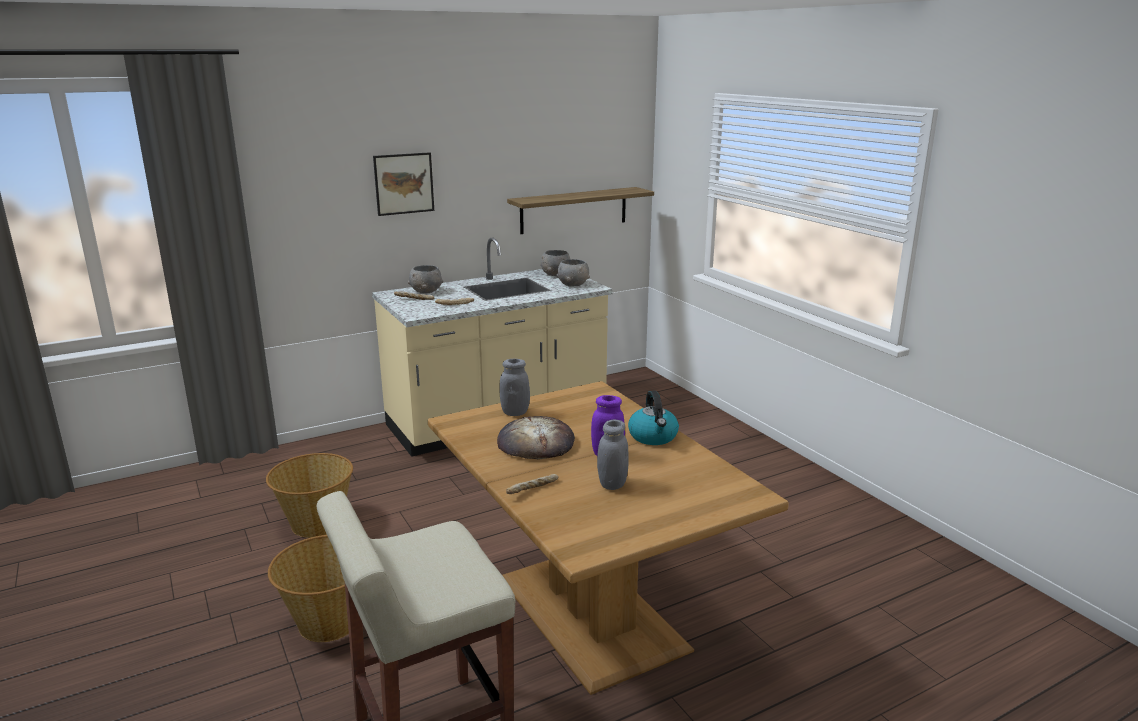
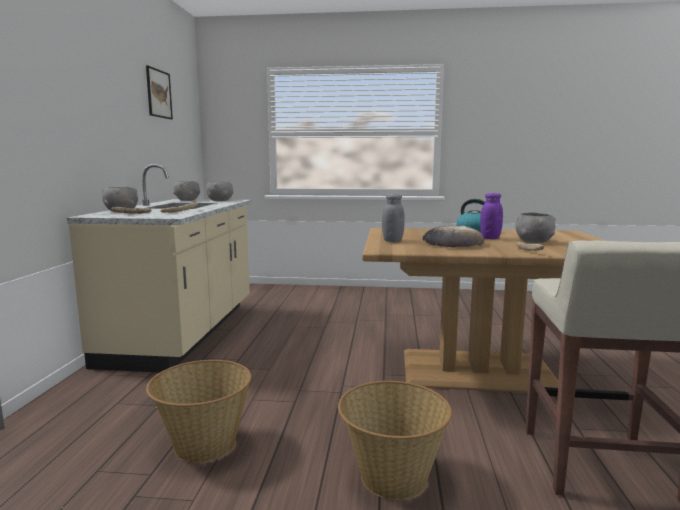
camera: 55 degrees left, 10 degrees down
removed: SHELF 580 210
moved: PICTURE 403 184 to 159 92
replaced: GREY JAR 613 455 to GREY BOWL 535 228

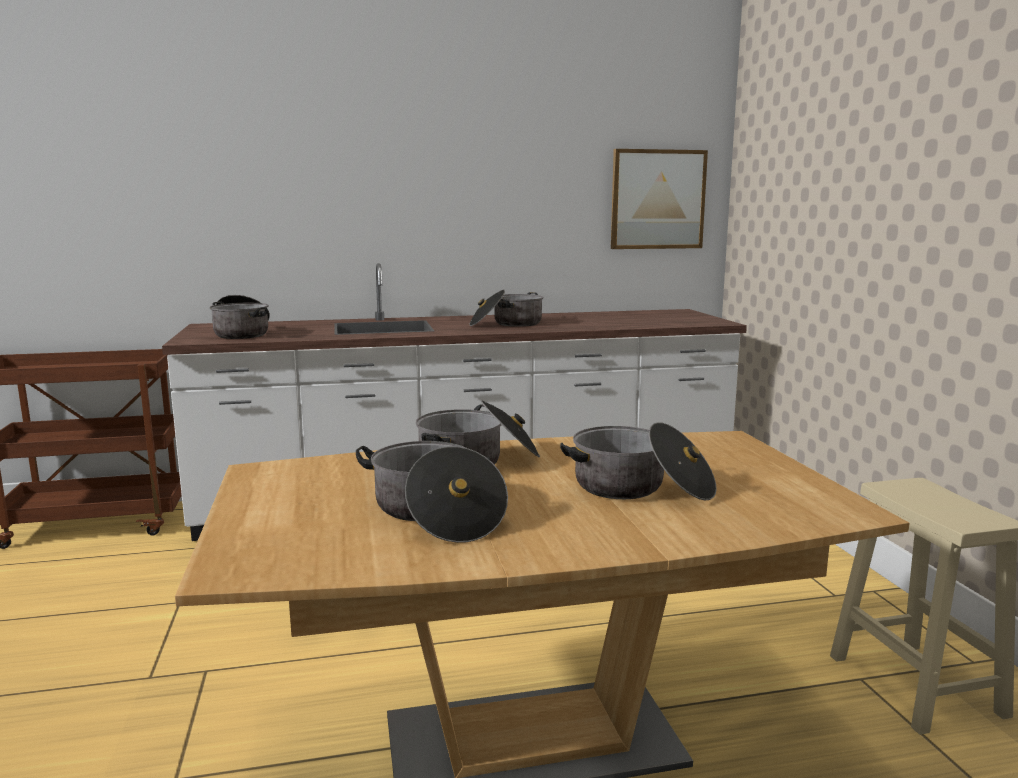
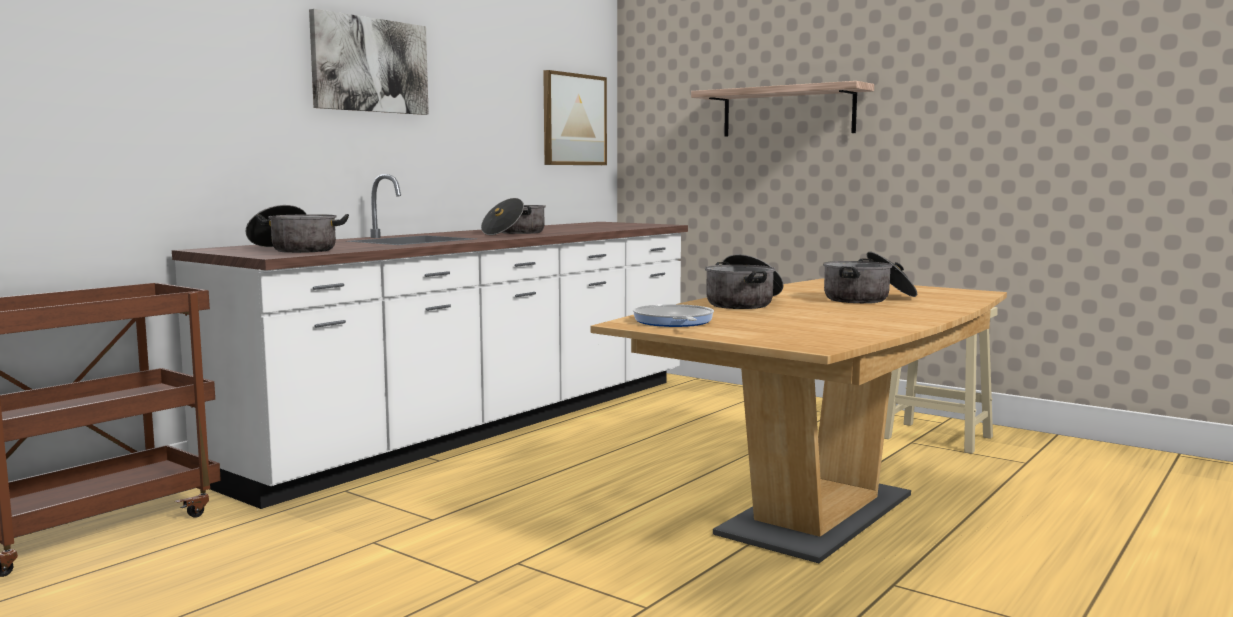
camera: 40 degrees left, 5 degrees down
removed: COOKING POT 432 492
added: PICTURE 369 62; FRYING PAN 673 315; SHELF 782 109

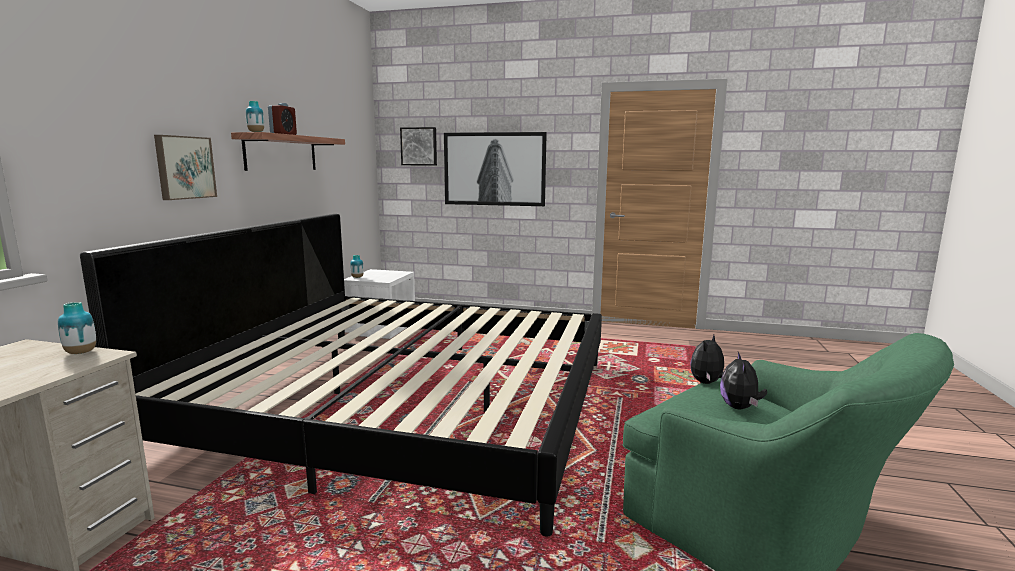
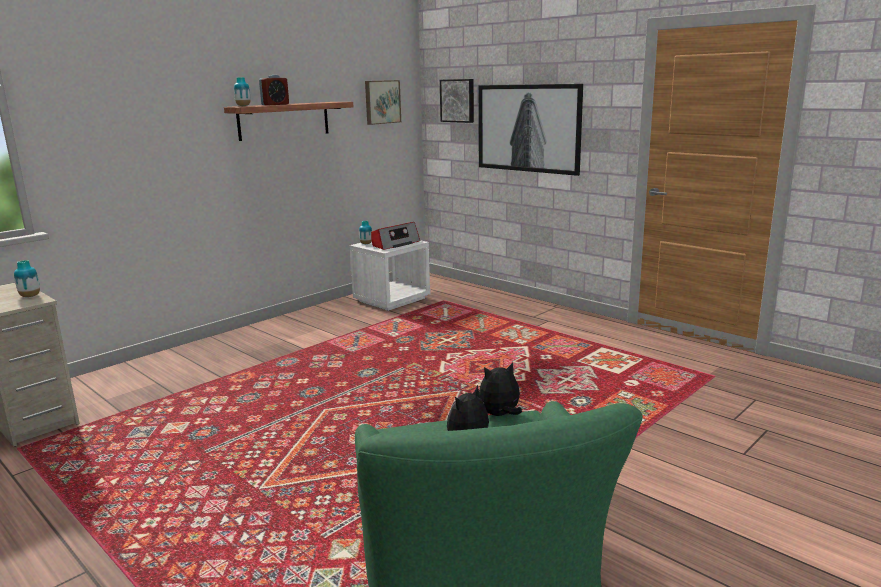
camera: 30 degrees right, 5 degrees up
removed: BED 341 375
added: RADIO 395 236
moved: PICTURE 185 167 to 383 102

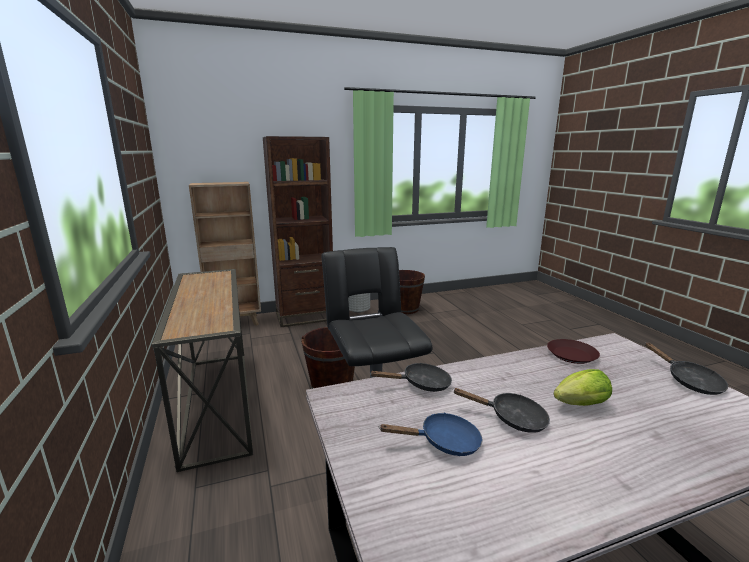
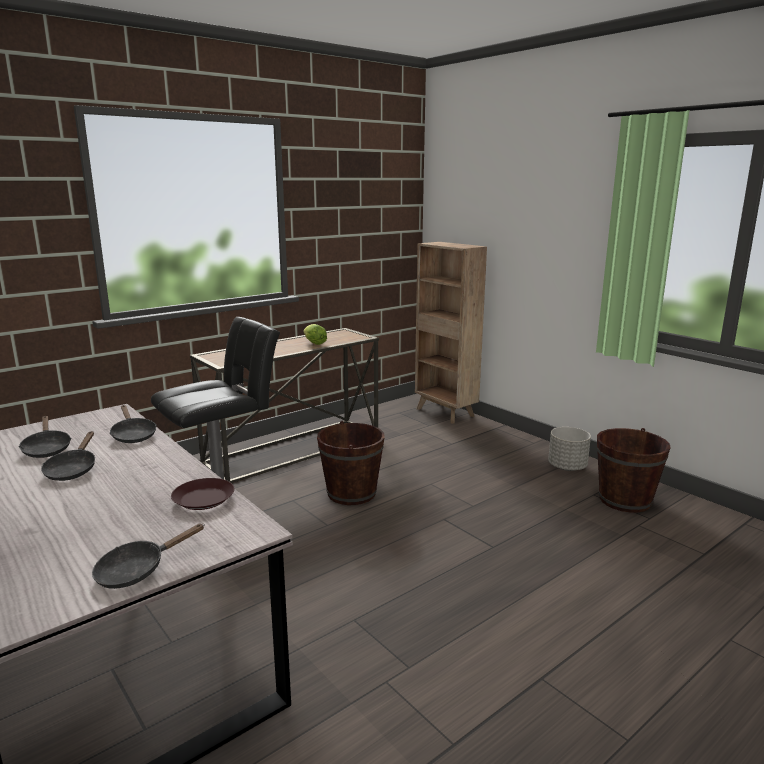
camera: 70 degrees right, 0 degrees up
removed: BROWN BOOKCASE 298 231
moved: LETTUCE 583 387 to 315 334
recoloured: BLUE FRYING PAN 431 434 to BLACK FRYING PAN 44 437

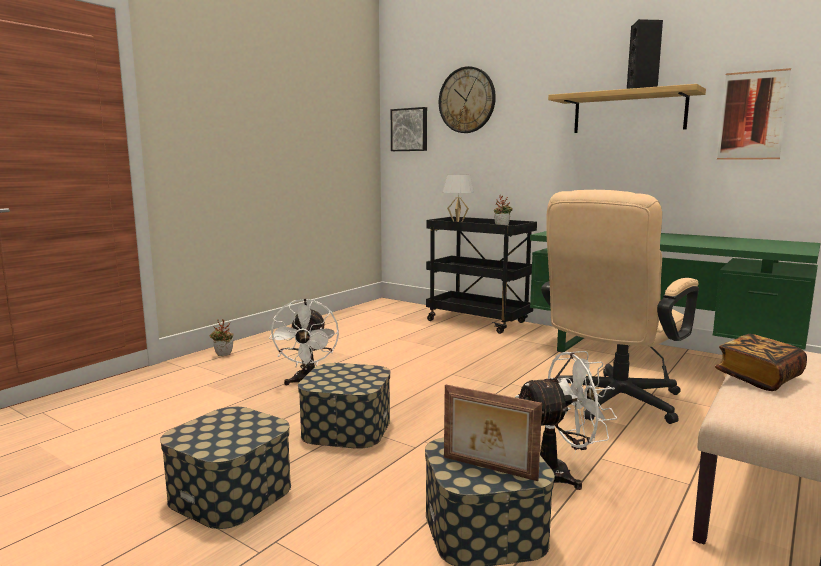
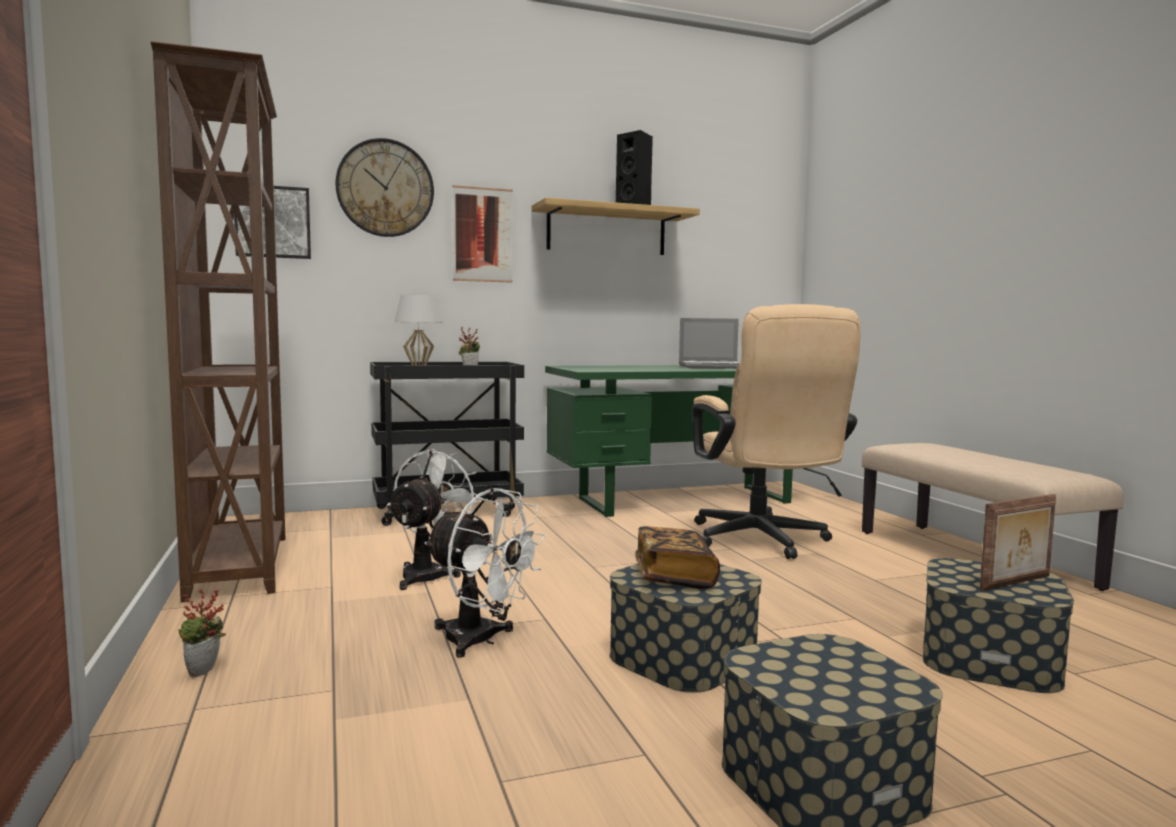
camera: 55 degrees left, 5 degrees down
added: BROWN BOOKCASE 218 321; LAPTOP 709 343
moved: WHITE FAN 566 420 to 435 519; BOOK 761 362 to 677 557; PICTURE 754 114 to 482 234

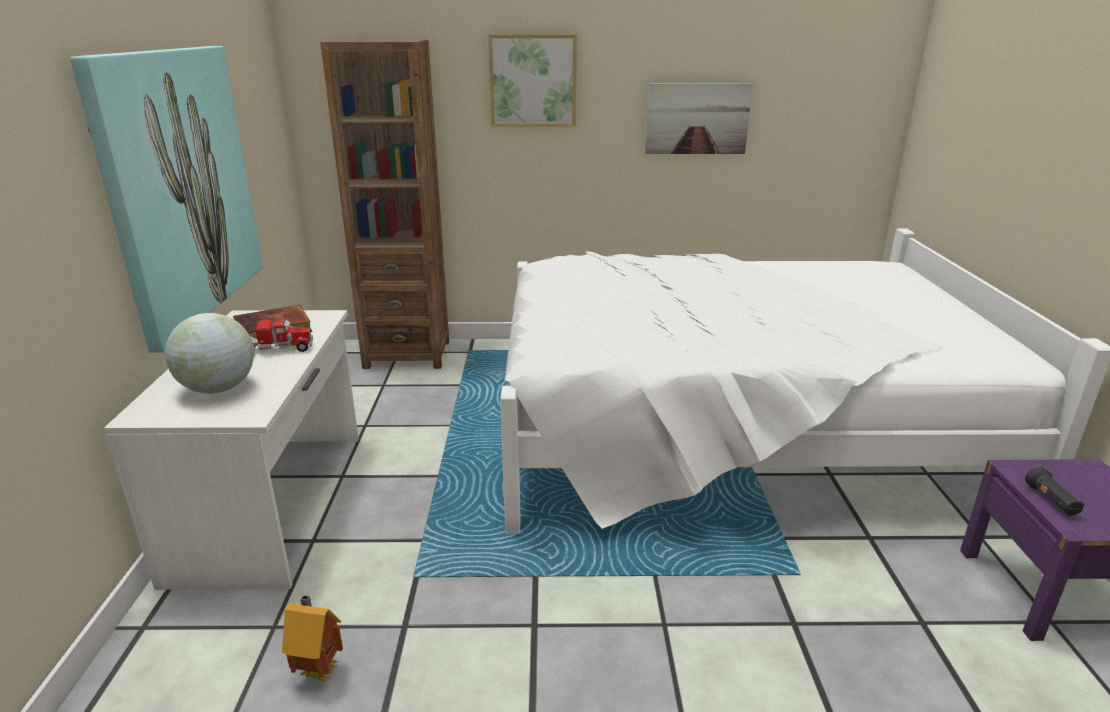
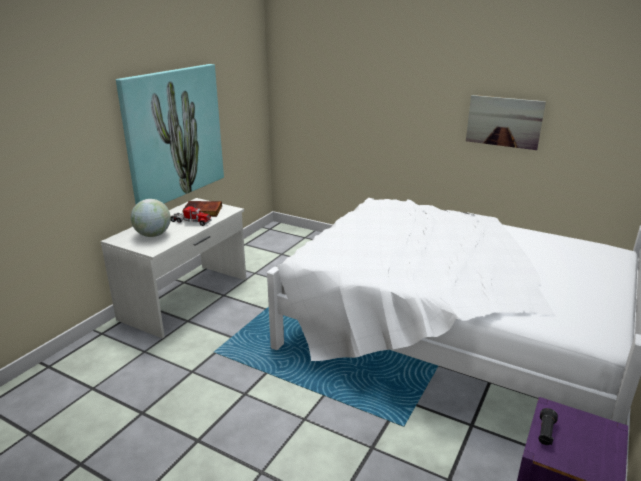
camera: 30 degrees right, 0 degrees up
removed: TOY HOUSE 312 638; BROWN BOOKCASE 384 204; PICTURE 532 80

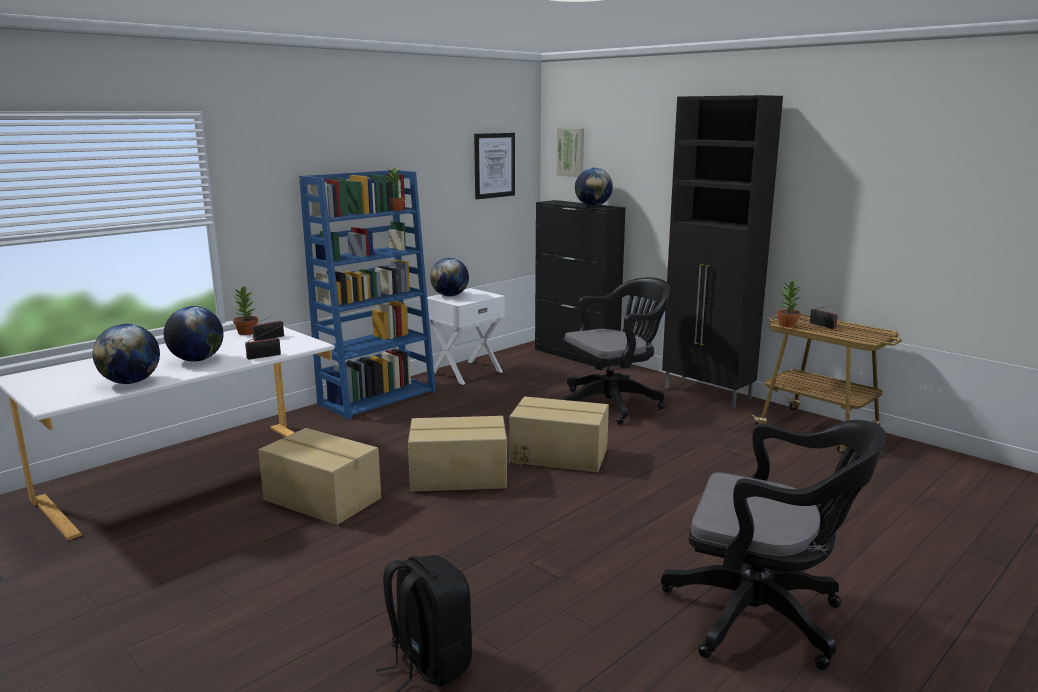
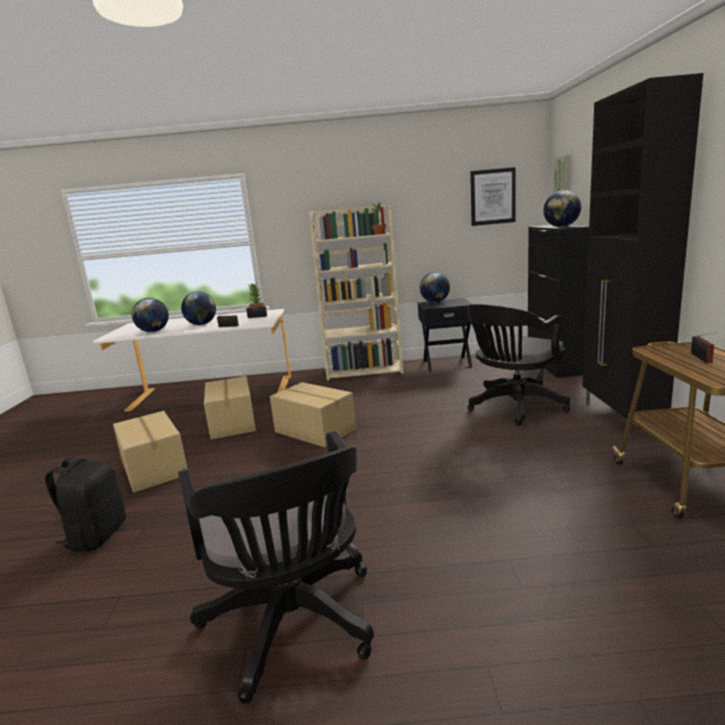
camera: 45 degrees right, 0 degrees up
removed: POTTED PLANT 789 304
moved: CARDBOARD BOX 559 434 to 150 452
recoloured: BLUE BOOKCASE 367 294 to BEIGE BOOKCASE 356 292; WHITE NIGHTSTAND 466 336 to BLACK NIGHTSTAND 445 335
turned: BLACK OFFICE CHAIR 616 351 = 518 365 120 degrees clockwise

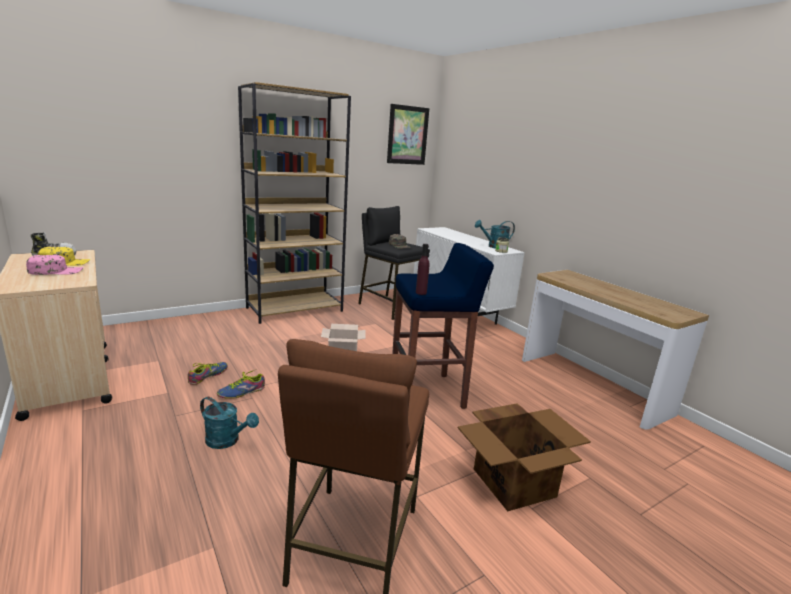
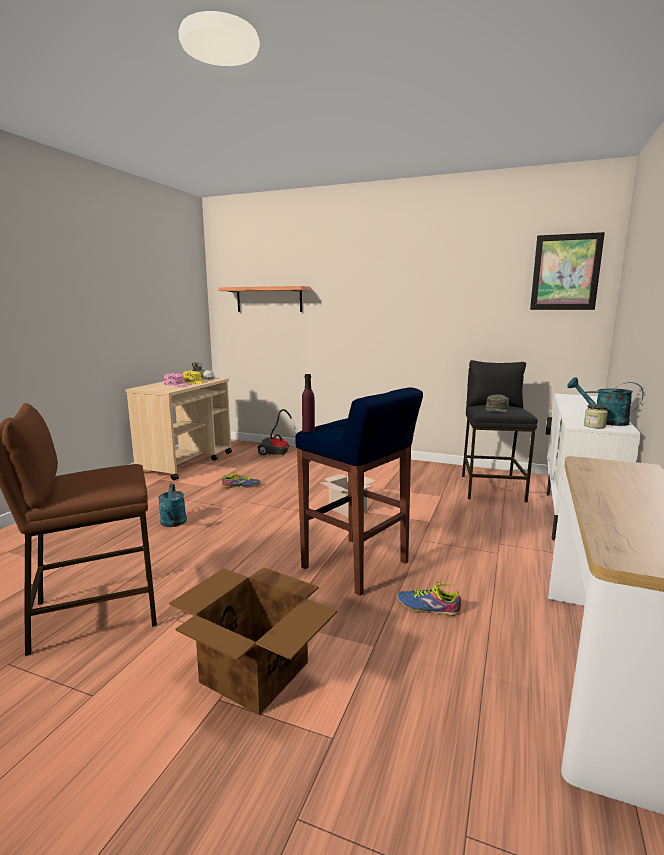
camera: 55 degrees right, 5 degrees down
removed: BROWN BOOKCASE 294 203
added: SHELF 264 299; VACUUM CLEANER 284 435
moved: SHOE 241 384 to 429 598

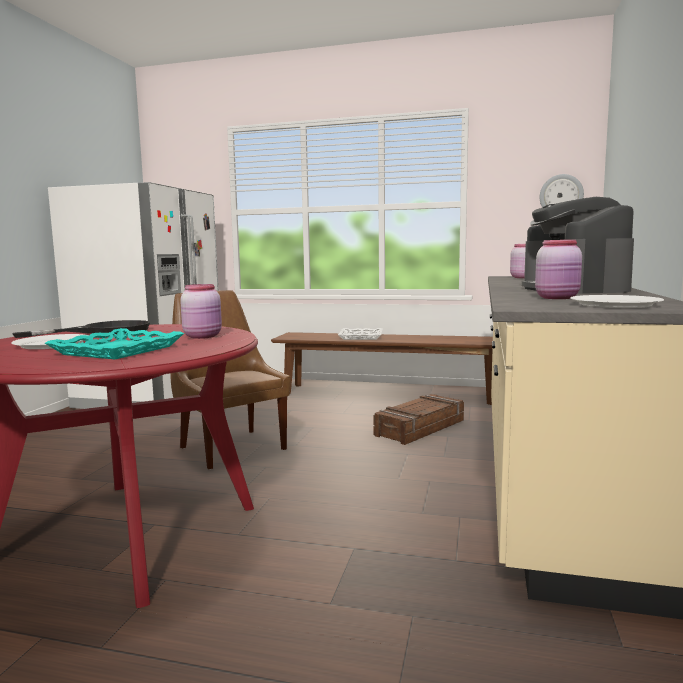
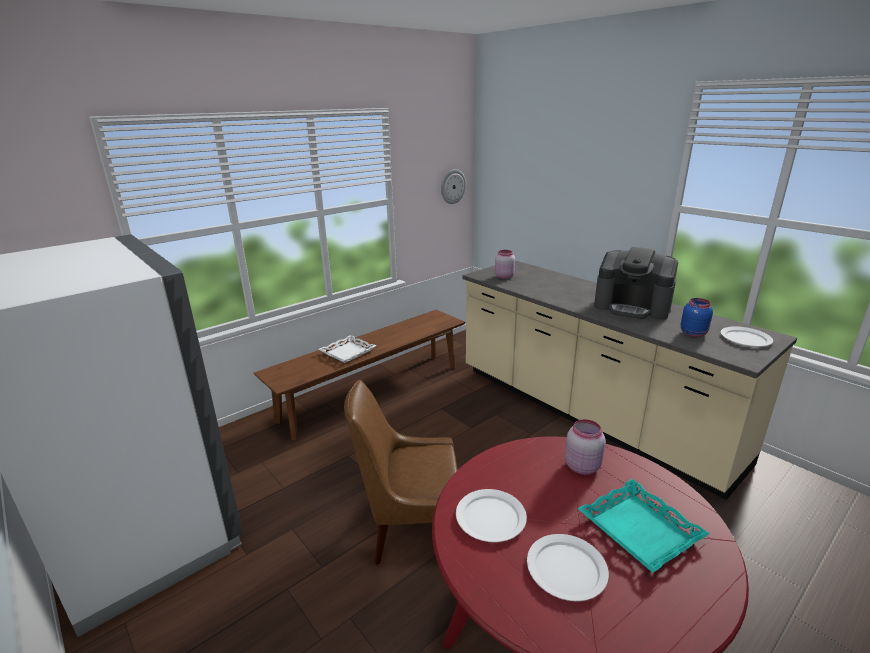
camera: 55 degrees left, 15 degrees up
removed: CRATE 418 419
replaced: BLACK FRYING PAN 81 329 to WHITE PLATE 491 515
recoloured: PINK JAR 558 269 to BLUE JAR 697 317

